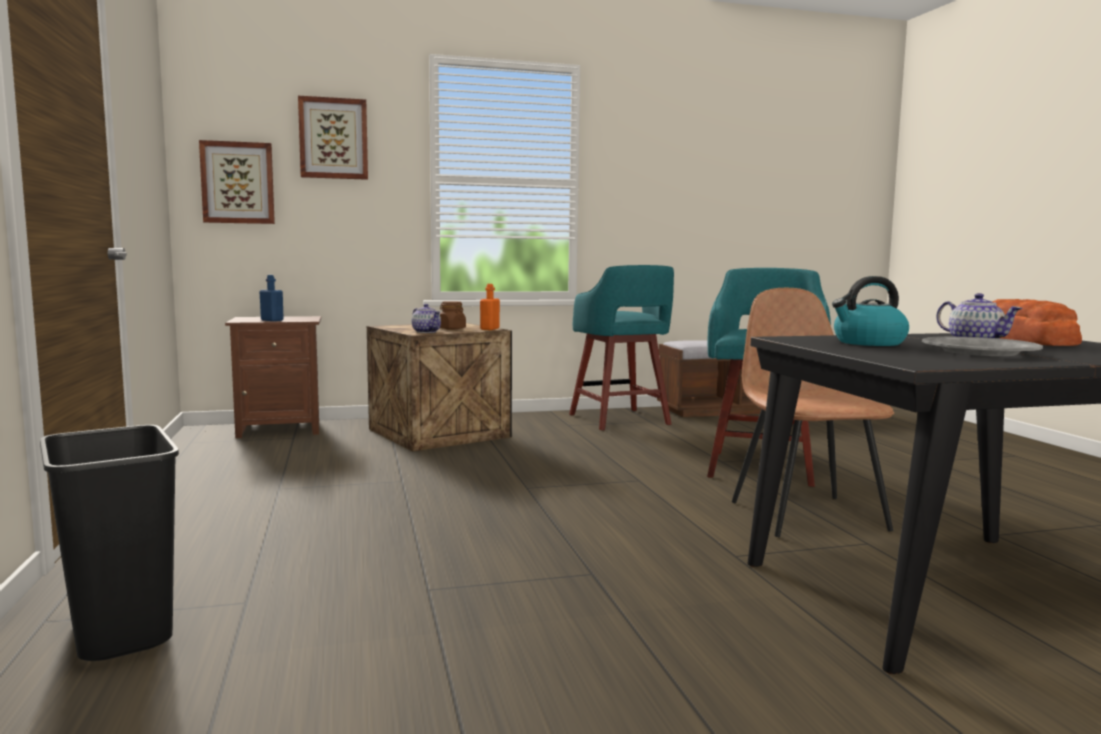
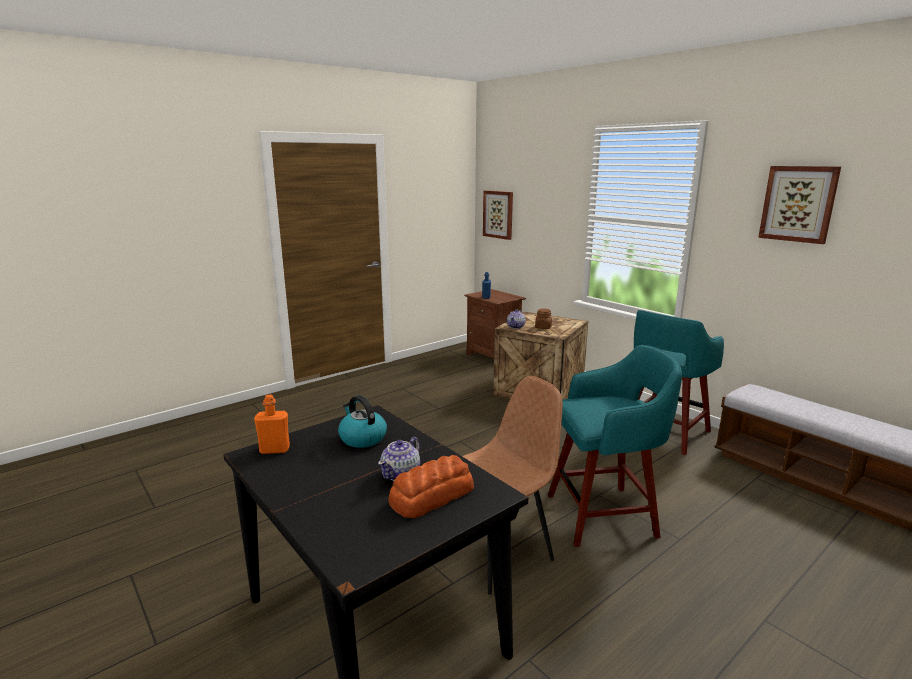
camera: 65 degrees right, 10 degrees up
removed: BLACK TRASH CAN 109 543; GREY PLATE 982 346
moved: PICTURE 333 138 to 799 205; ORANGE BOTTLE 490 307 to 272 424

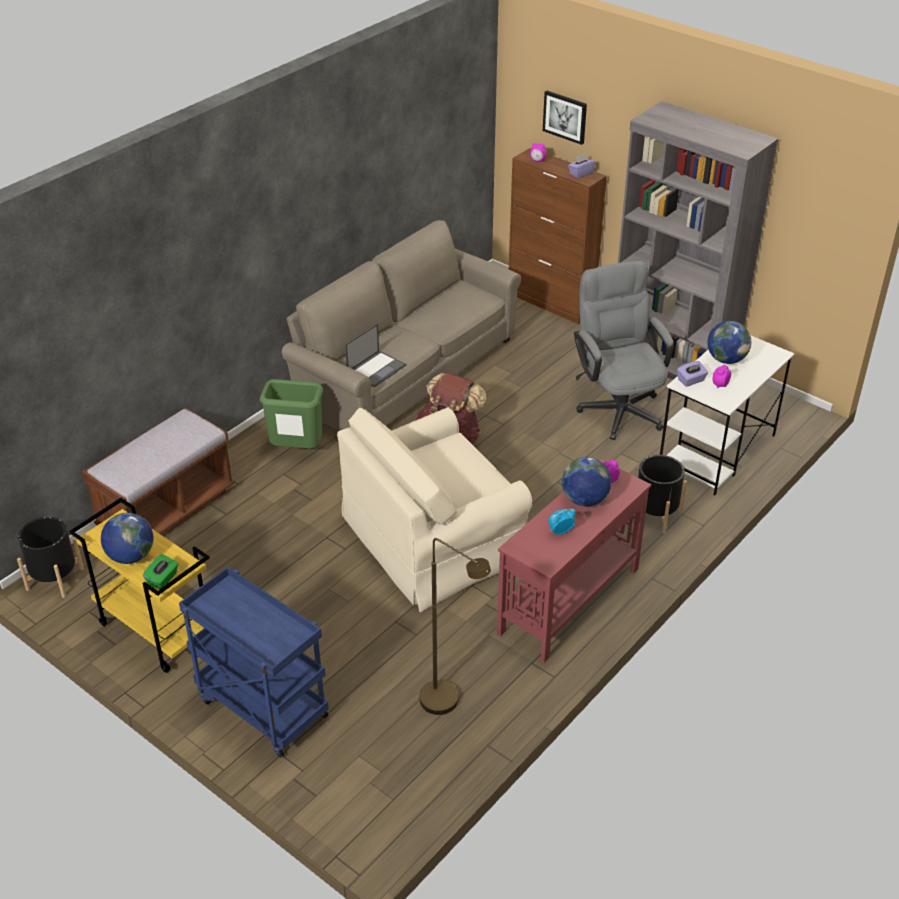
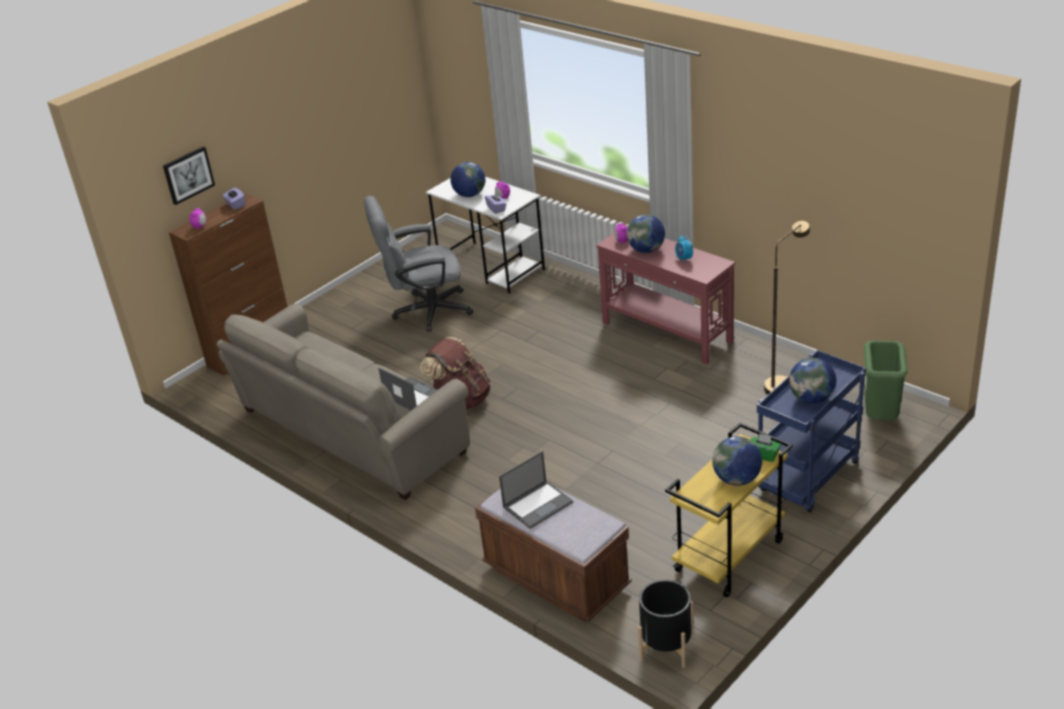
camera: 85 degrees left, 5 degrees down
removed: BEIGE ARMCHAIR 434 509; GREY BOOKCASE 698 240; BLACK PLANTER 662 494
added: LAPTOP 536 490; GLOBE 812 381
moved: GREEN TRASH CAN 291 414 to 886 380

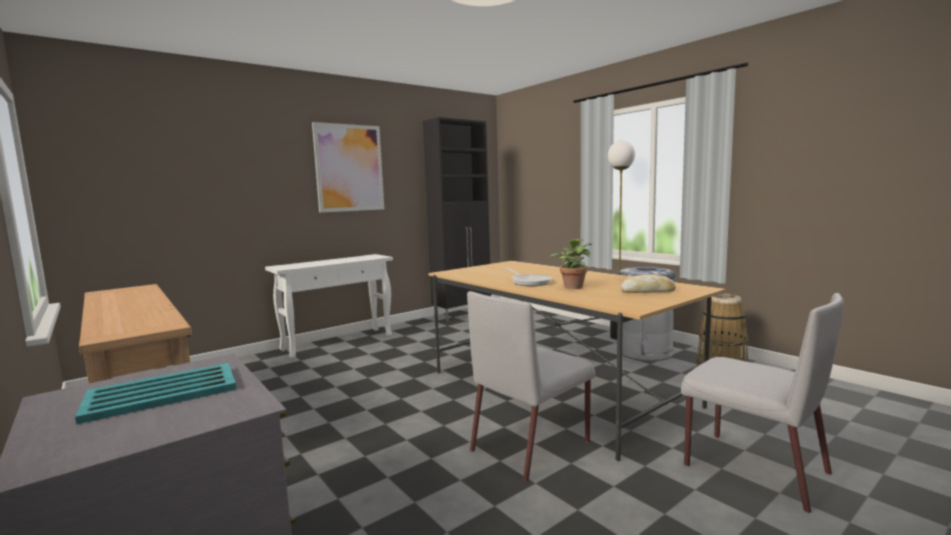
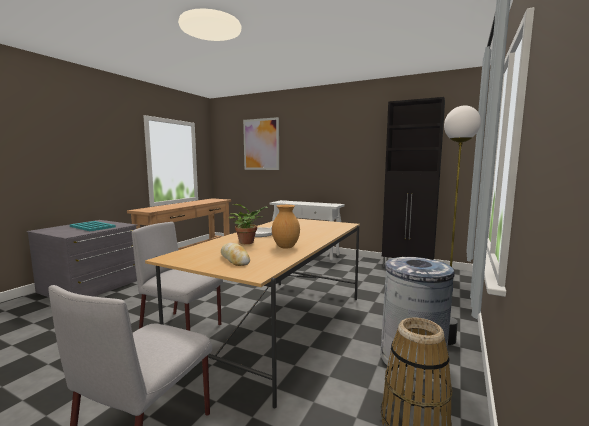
camera: 65 degrees right, 0 degrees up
added: BROWN VASE 286 227
moved: PICTURE 348 167 to 261 143

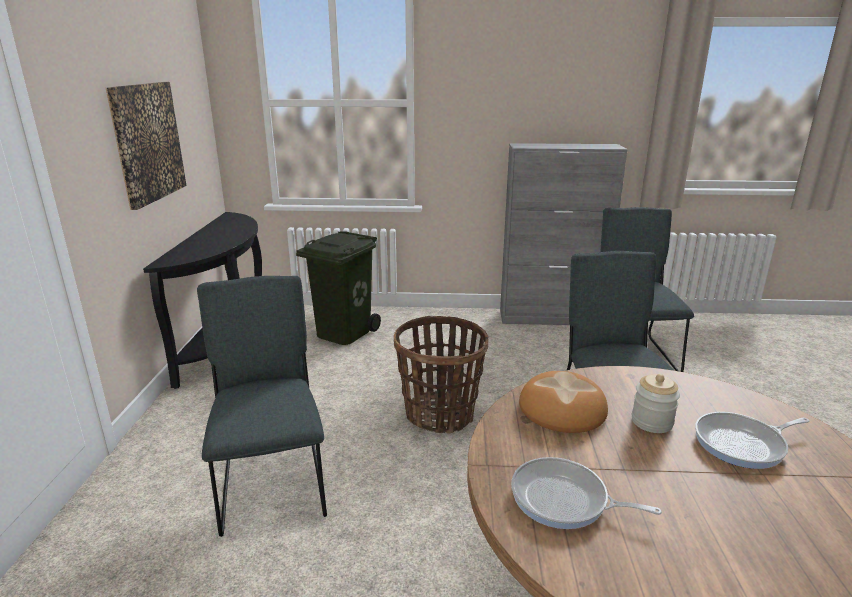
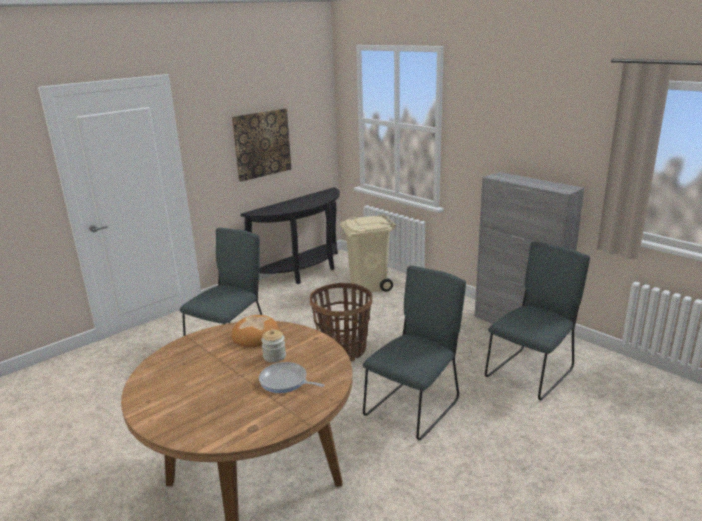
camera: 45 degrees right, 0 degrees up
removed: FRYING PAN 586 493
recoloured: GREEN TRASH CAN 338 288 to BEIGE TRASH CAN 368 254

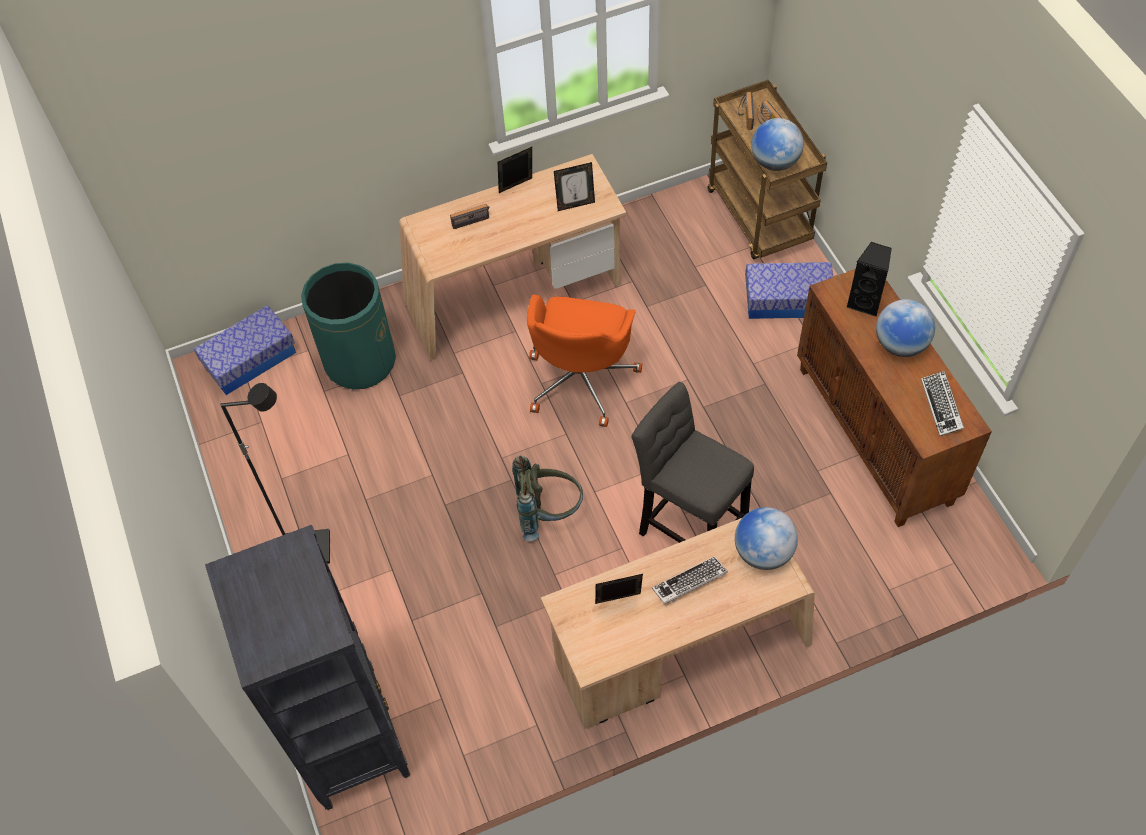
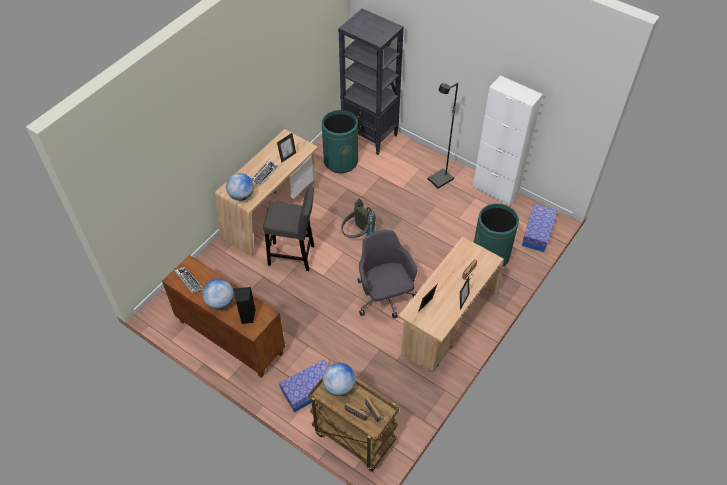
camera: 145 degrees right, 5 degrees down
added: GREEN TRASH CAN 340 142; WHITE CABINET 507 140
recoloured: ORANGE OFFICE CHAIR 584 360 to GREY OFFICE CHAIR 387 274

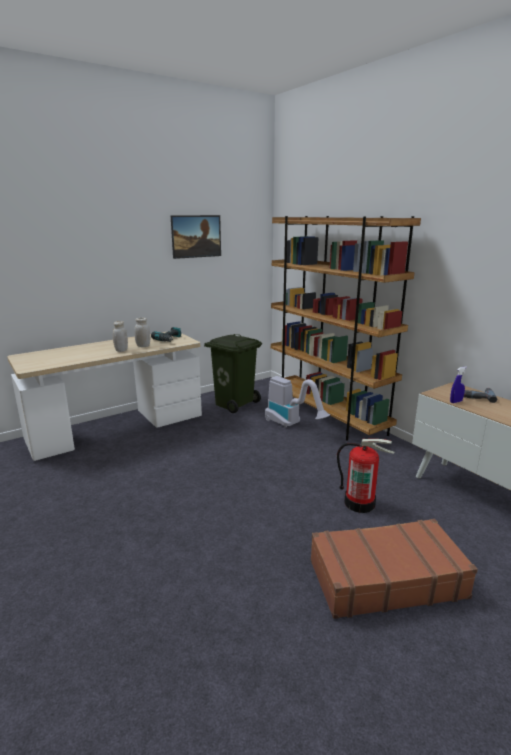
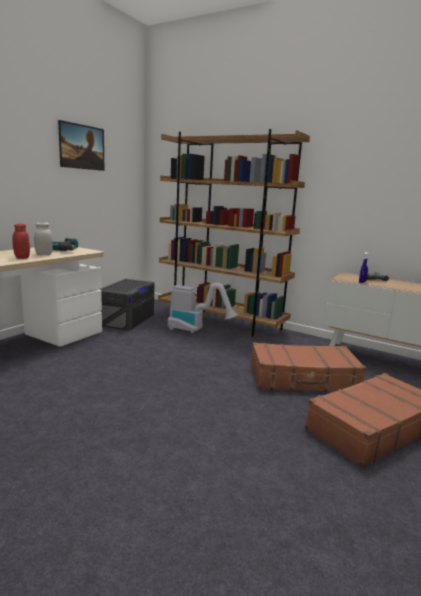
camera: 25 degrees left, 5 degrees down
replaced: GREEN TRASH CAN 233 373 to GREY STORAGE BOX 127 305; FIRE EXTINGUISHER 365 476 to BROWN SUITCASE 308 367
recoloured: WHITE JAR 120 336 to RED JAR 21 241

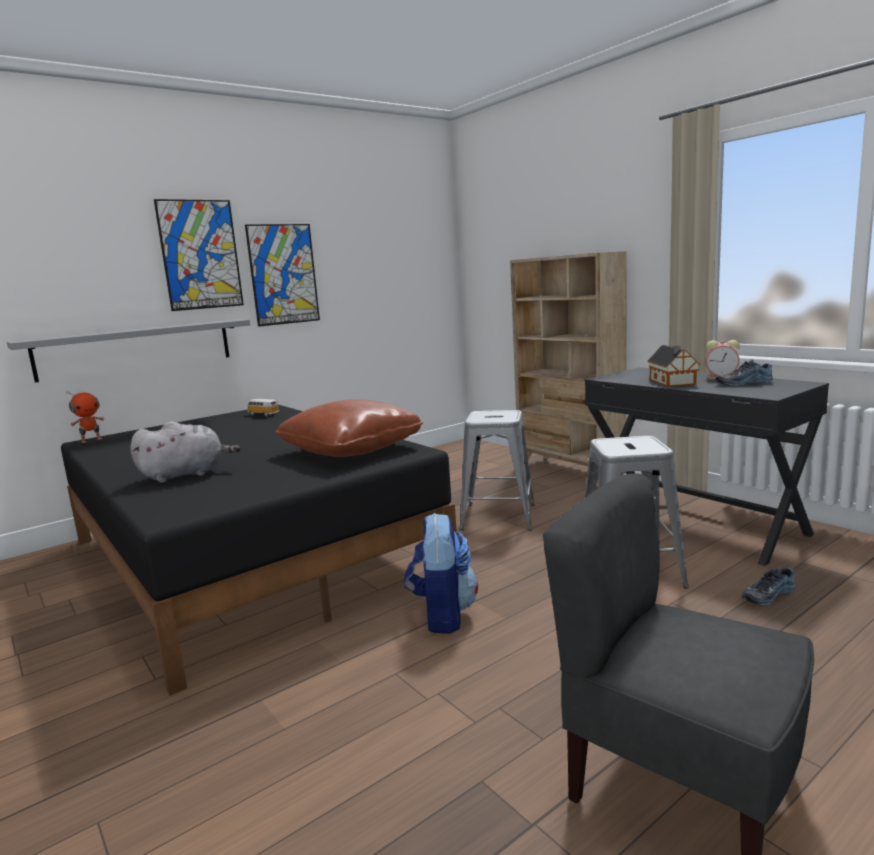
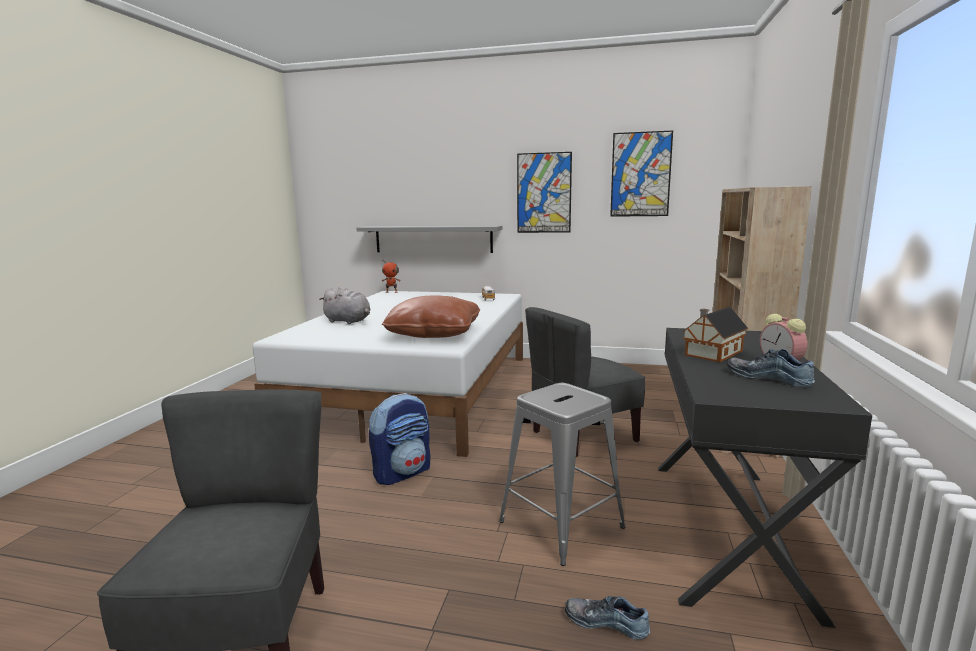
camera: 50 degrees right, 0 degrees up
moved: PICTURE 199 255 to 641 173
replaced: GREY STOOL 497 470 to GREY CHAIR 585 382
recoloured: BLACK BED 259 550 to WHITE BED 388 374

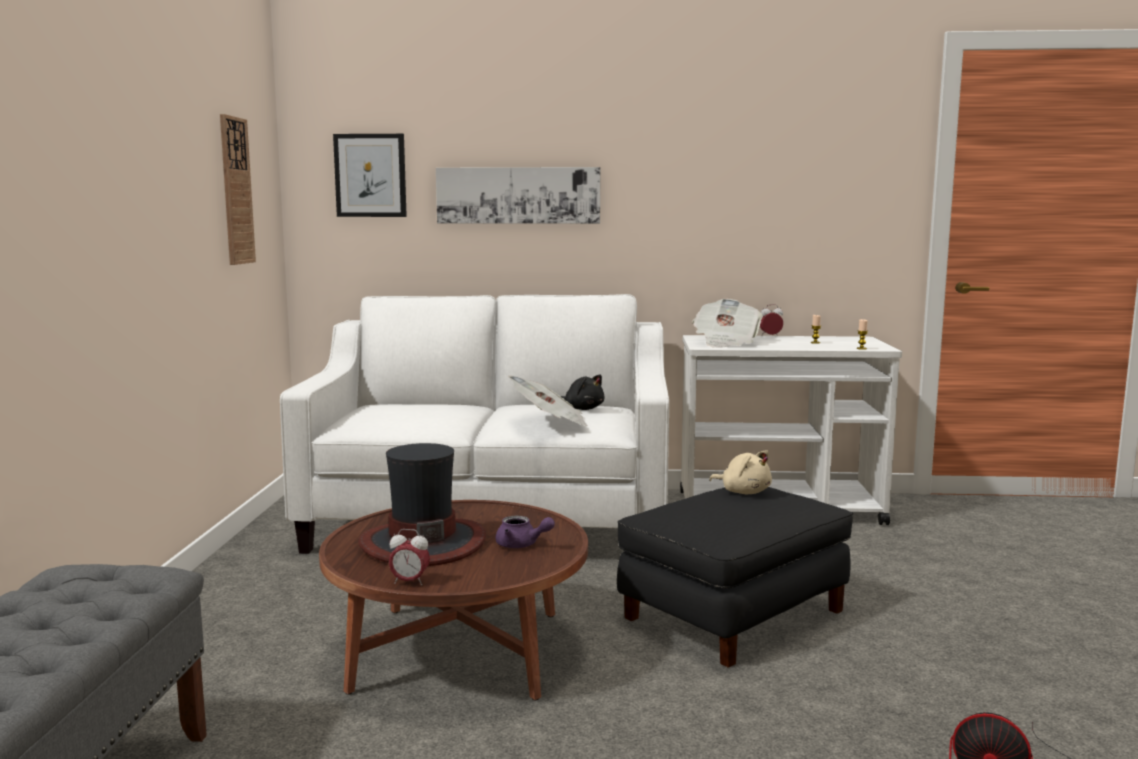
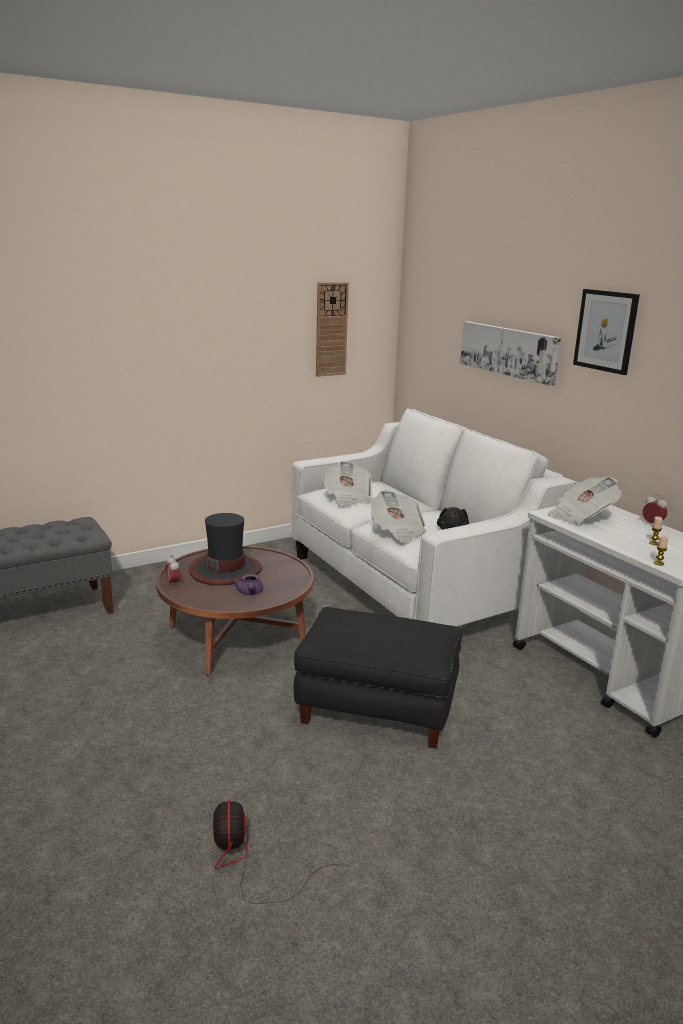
camera: 55 degrees right, 10 degrees up
removed: BEIGE PLUSH TOY 740 472
added: NEWSPAPER 347 484
moved: PICTURE 370 175 to 606 332

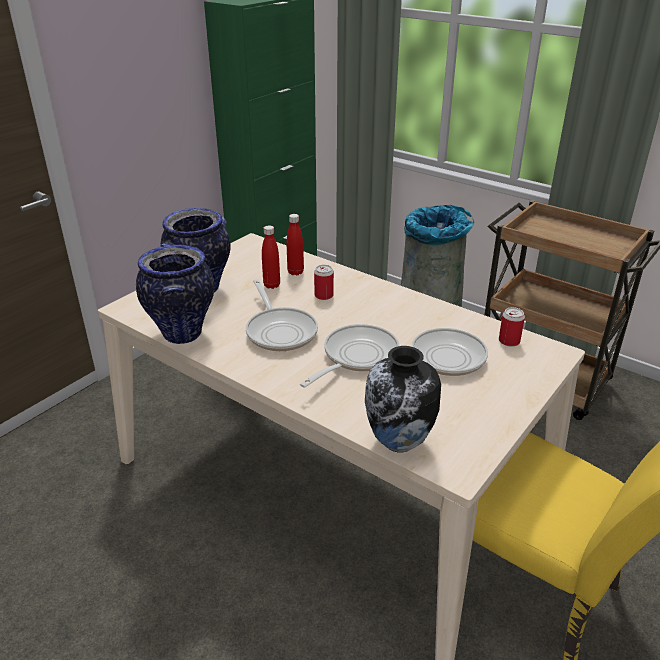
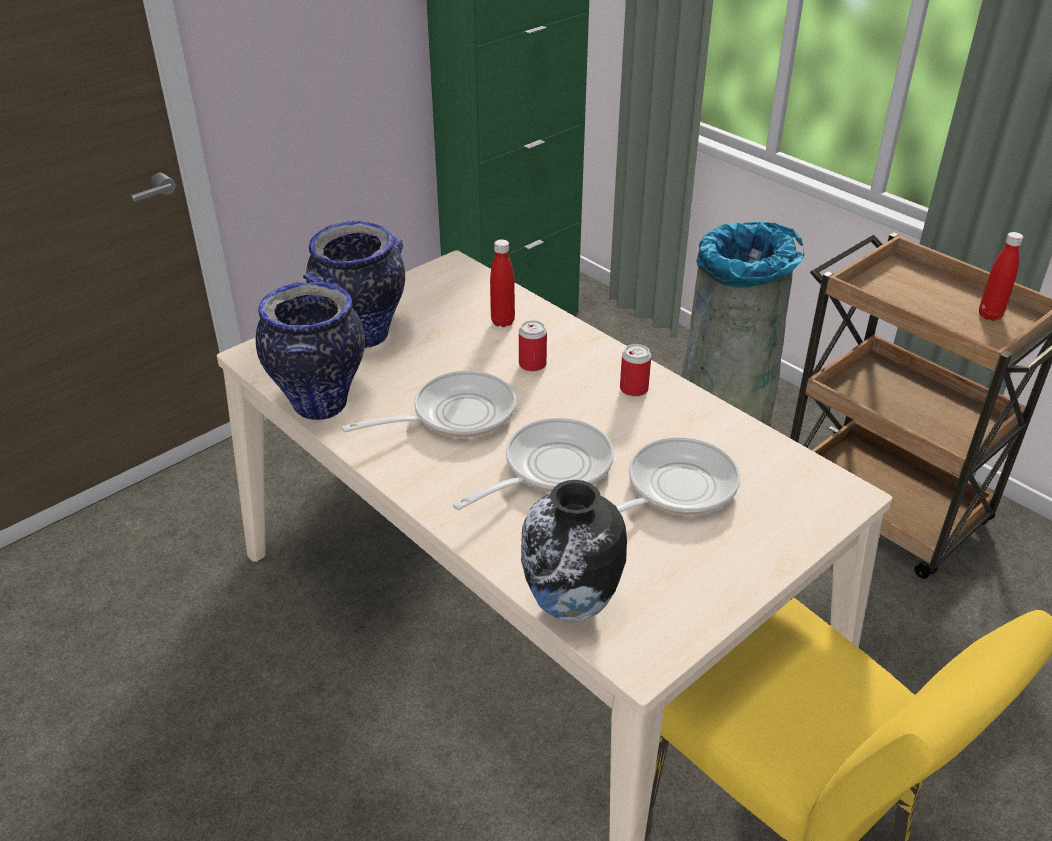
camera: 10 degrees right, 5 degrees up
moved: RED BOTTLE 271 257 to 1001 276; CAN 512 326 to 635 370
turned: FRYING PAN 282 315 = 429 404 105 degrees counterclockwise

